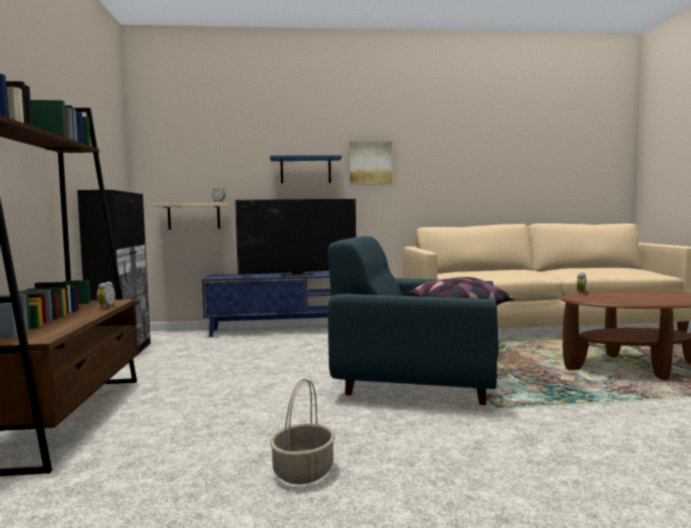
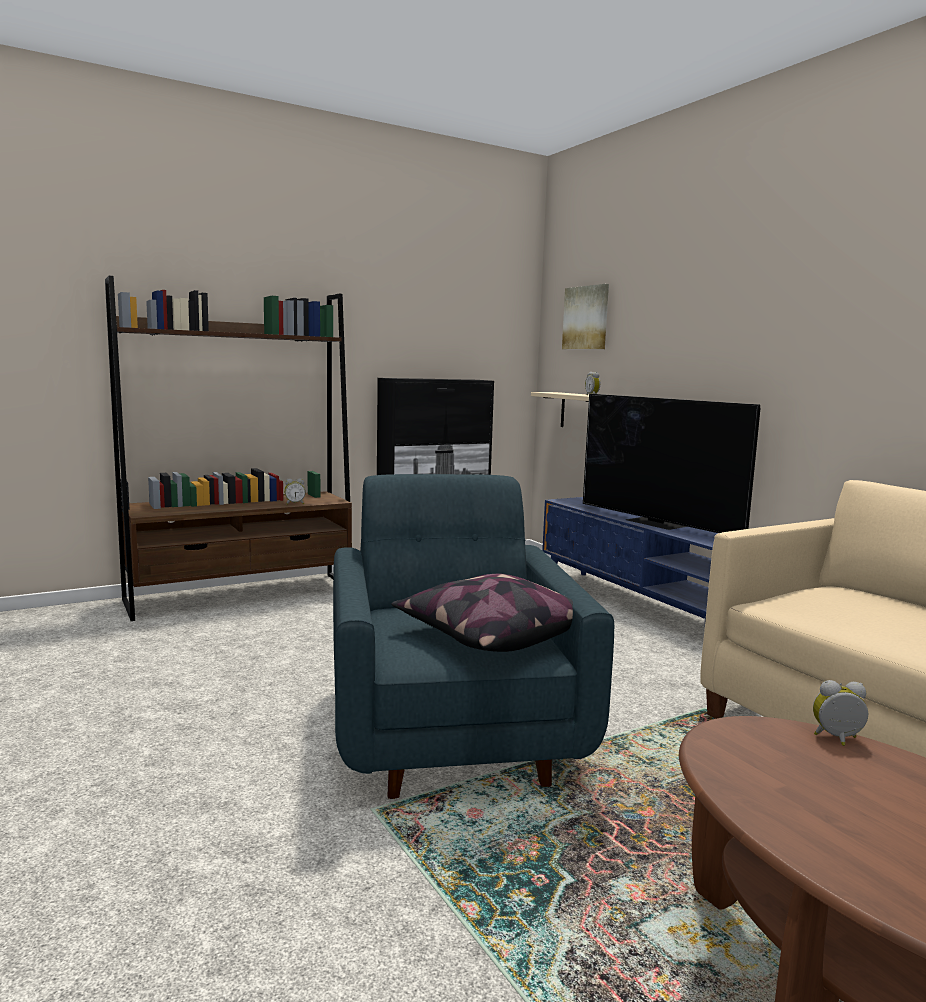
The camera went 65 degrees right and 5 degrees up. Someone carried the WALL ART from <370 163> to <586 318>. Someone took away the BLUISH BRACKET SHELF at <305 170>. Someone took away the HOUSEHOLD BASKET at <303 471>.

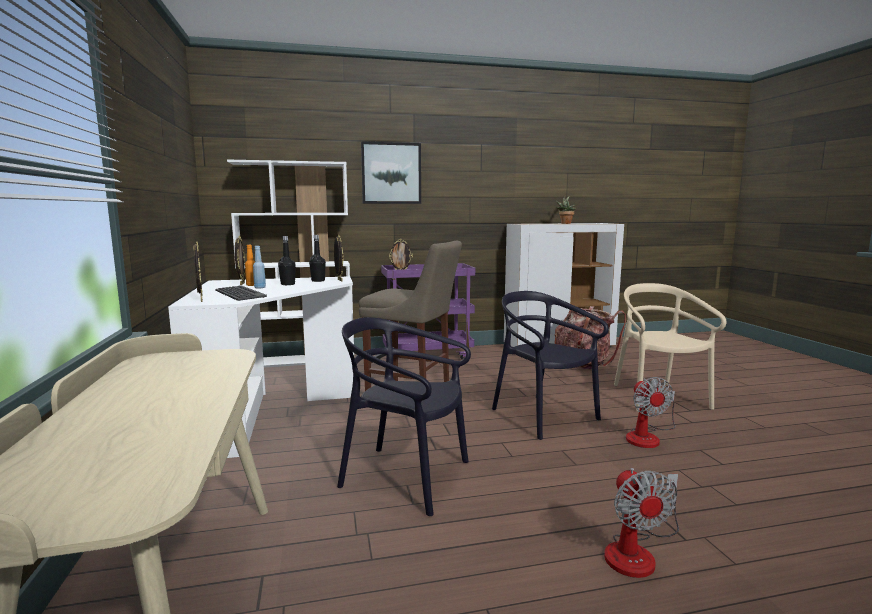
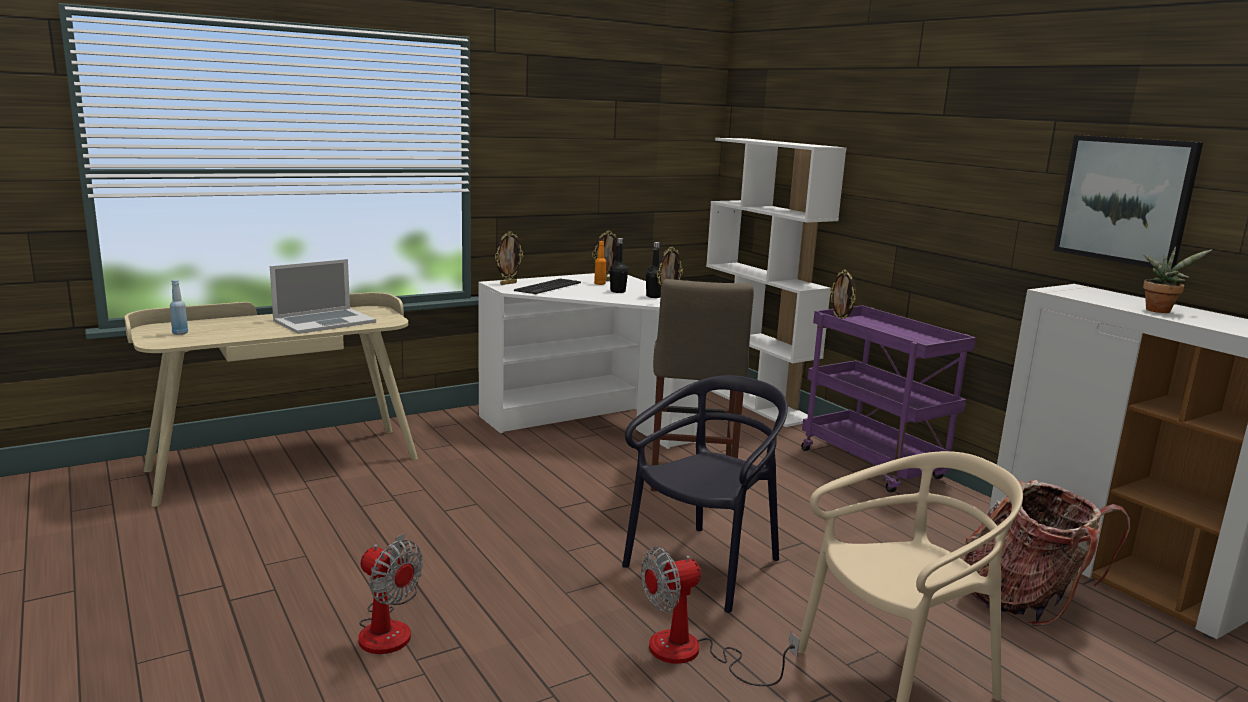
The camera went 70 degrees right and 5 degrees up. Someone carried the BLUISH DRINK BOTTLE from <260 287> to <180 333>. Someone put down the LAPTOP at <324 321>. Someone rotated the COOLING FAN at <637 551> by 120 degrees counterclockwise. Someone carried the WALL ART from <391 173> to <1125 200>. Someone took away the BLACKISH PLAIN CHAIR at <406 477>.

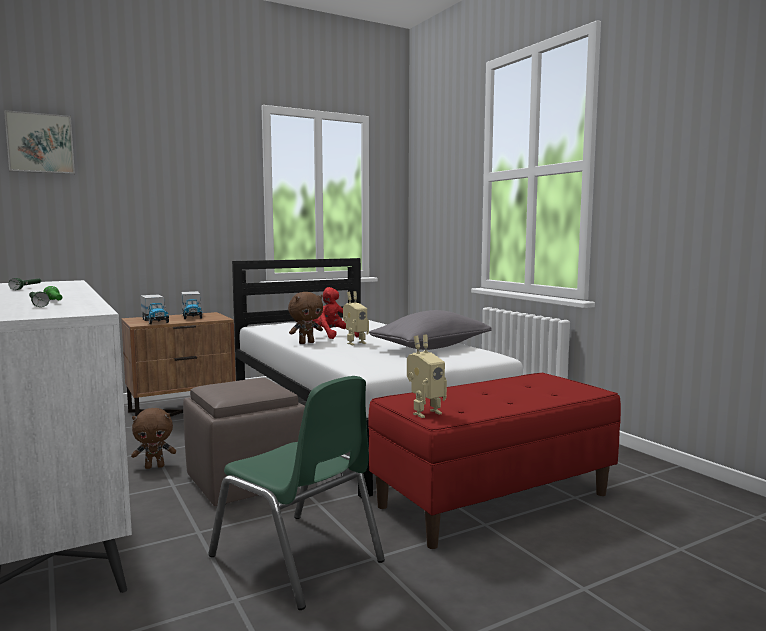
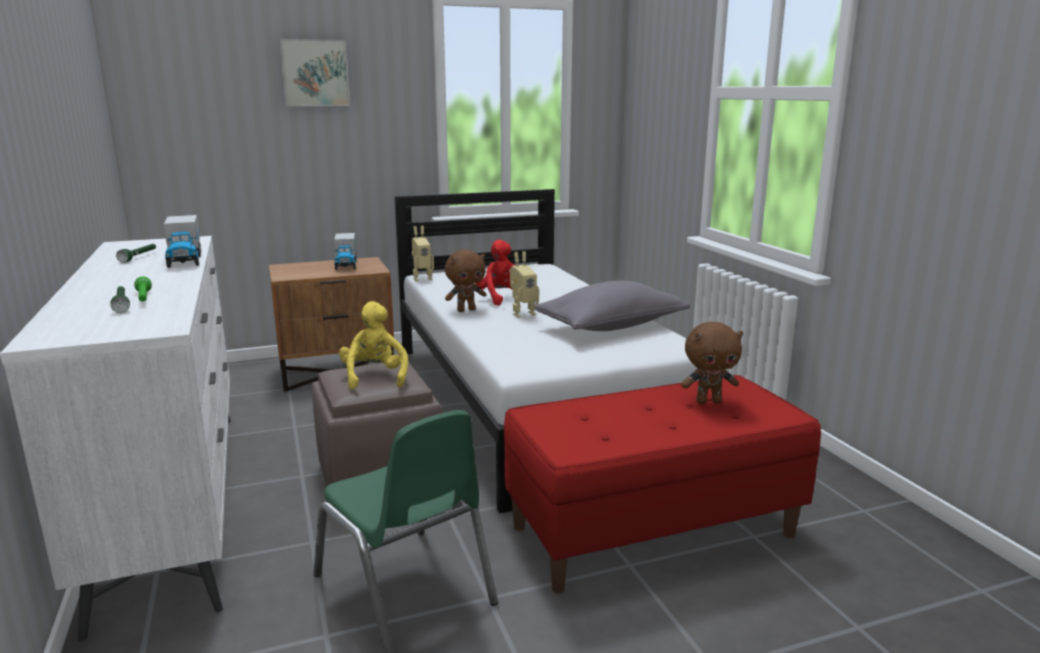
The camera went 10 degrees right and 10 degrees up. Someone carried the TOY LORRY from <155 321> to <185 260>. Someone carried the WALL ART from <40 143> to <315 73>. Someone put down the YELLOW-COLOURED CUDDLY TOY at <375 377>. Someone carried the MODEL ROBOT from <424 412> to <421 278>. Someone carried the BROWN-COLOURED CUDDLY TOY from <155 466> to <708 401>.

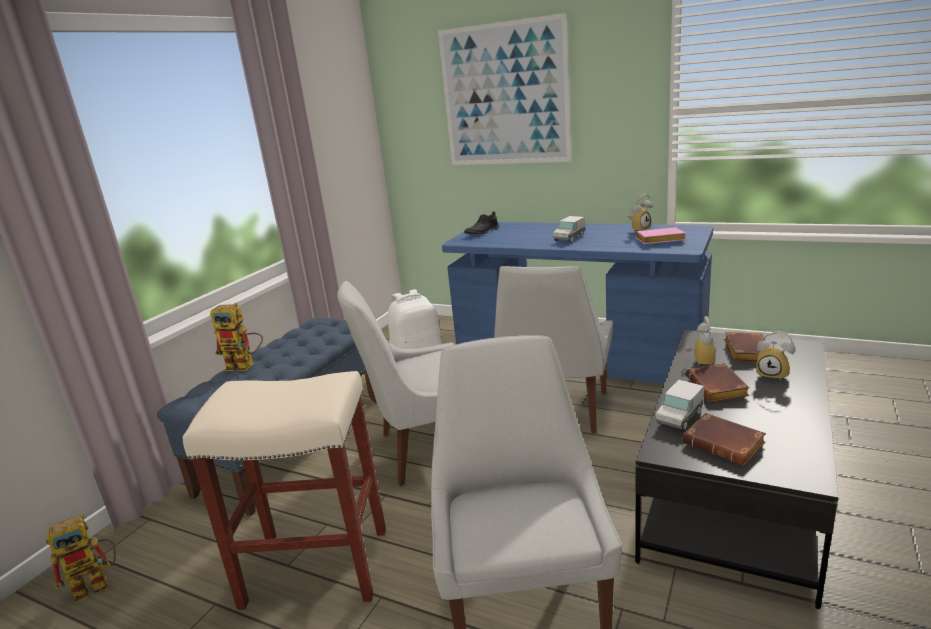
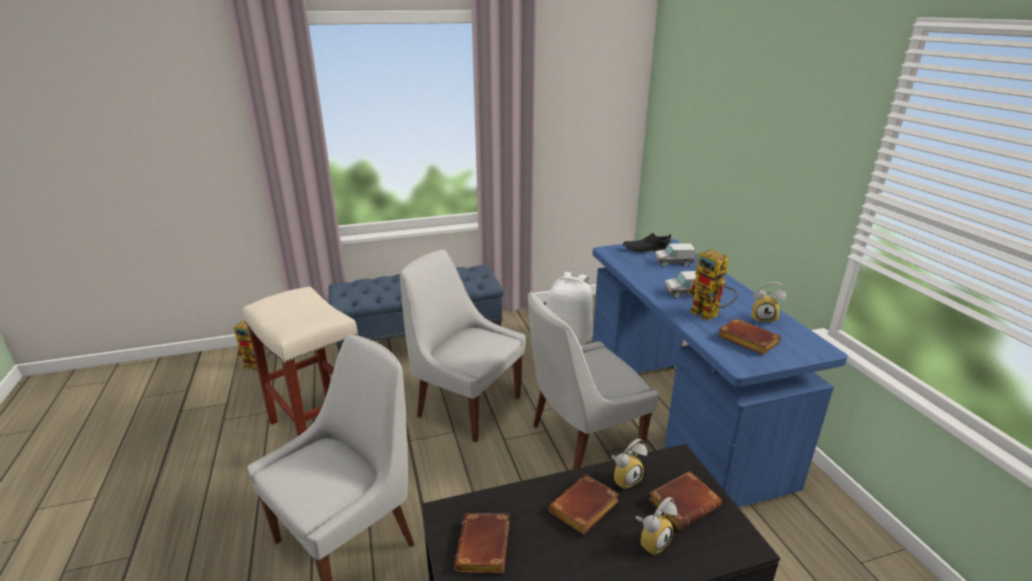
The camera went 45 degrees right and 5 degrees up. Someone rotated the BEDSIDE CLOCK at <773 375> by 120 degrees counterclockwise. Someone carried the TOY LORRY from <679 418> to <673 263>. Someone carried the MODEL ROBOT from <246 366> to <710 315>. Someone repainted the PINKISH BOOK at <659 240>, which became the BROWN-COLOURED BOOK at <745 341>. Someone took away the WALL ART at <504 95>.

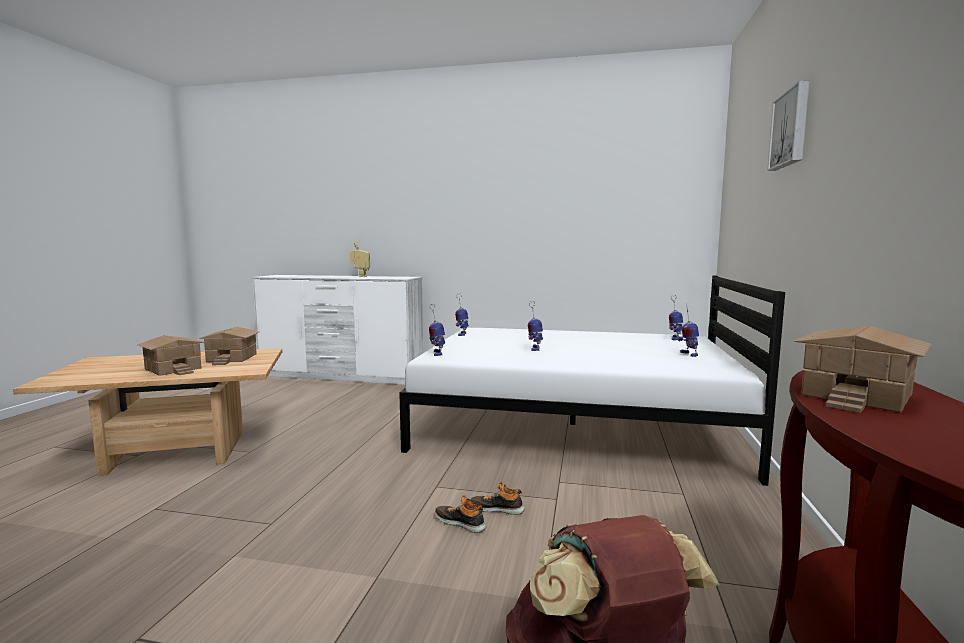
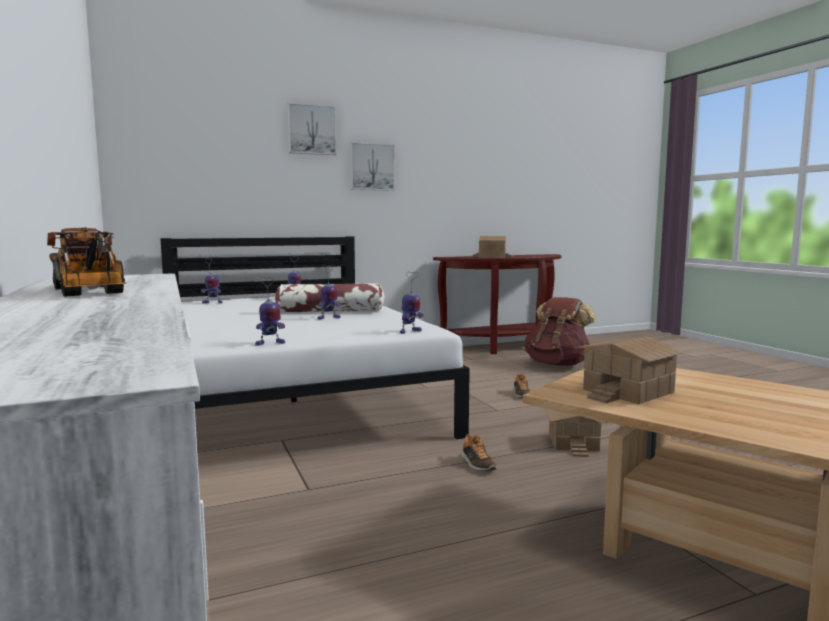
The camera went 125 degrees left and 0 degrees up. Someone swapped the MODEL ROBOT at <360 276> for the TOY LORRY at <89 292>. Someone put down the CUSHION at <330 311>. Someone put up the WALL ART at <371 167>. Someone carried the ITEM OF FOOTWEAR from <497 509> to <477 464>. Someone carried the MODEL HOUSE from <172 369> to <574 442>.

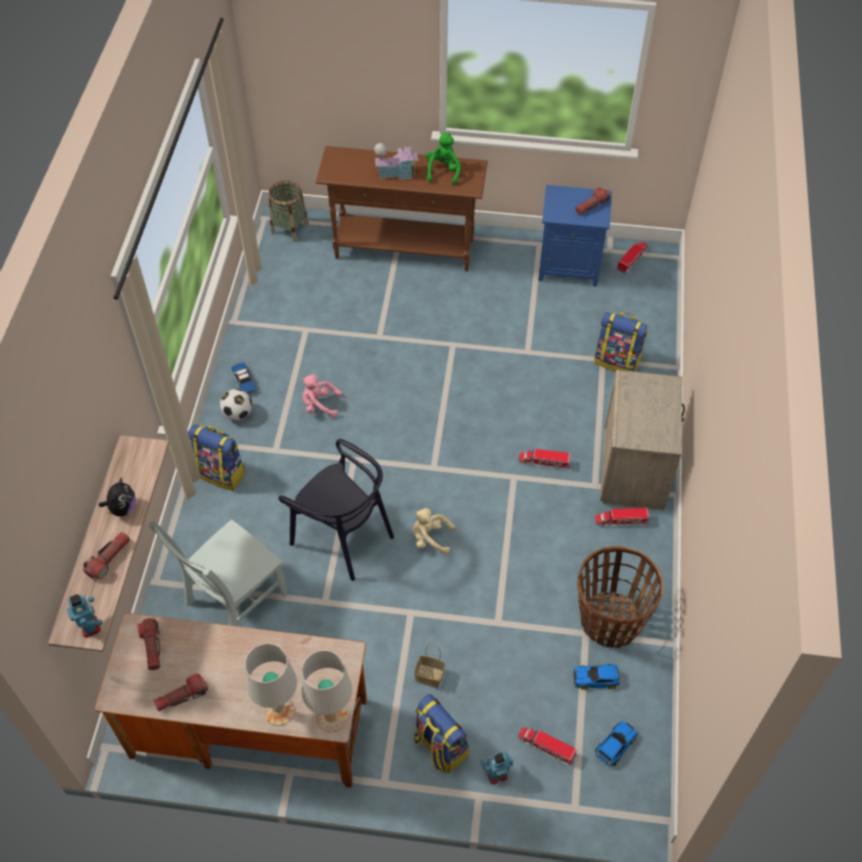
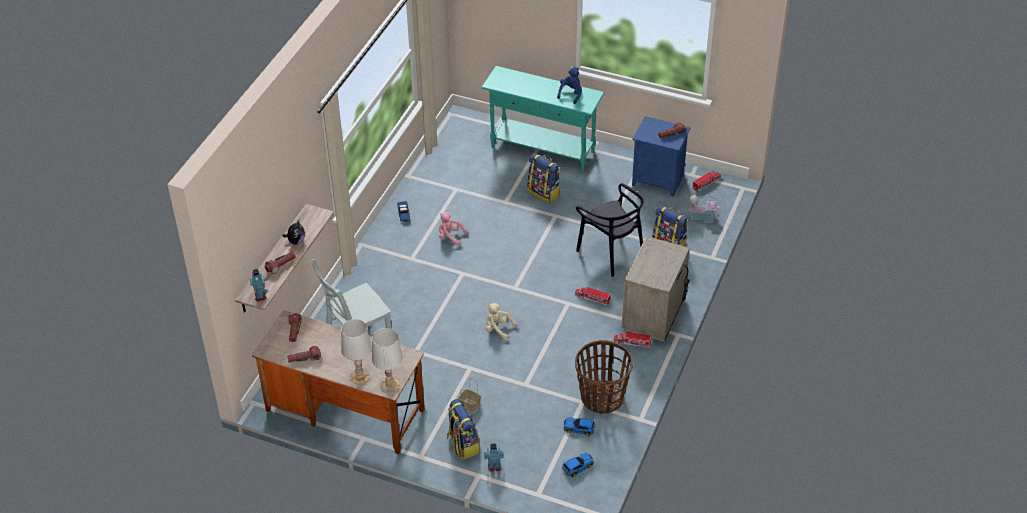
The camera went 15 degrees right and 10 degrees down. Someone repainted the BROWN-COLOURED HALL TABLE at <405 249>, which became the BLUE-GREEN HALL TABLE at <543 150>. Someone carried the KNAPSACK from <221 473> to <544 193>. Someone repainted the GREENISH CUDDLY TOY at <443 171>, which became the BLUISH CUDDLY TOY at <571 94>. Someone carried the BLACKISH PLAIN CHAIR from <343 537> to <611 253>. Someone carried the MODEL HOUSE from <396 173> to <703 217>. Someone took away the BALL FOR FOOTBALL at <238 414>. Someone took away the HOUSEHOLD BASKET at <290 228>. Someone took away the TOY LORRY at <546 747>.

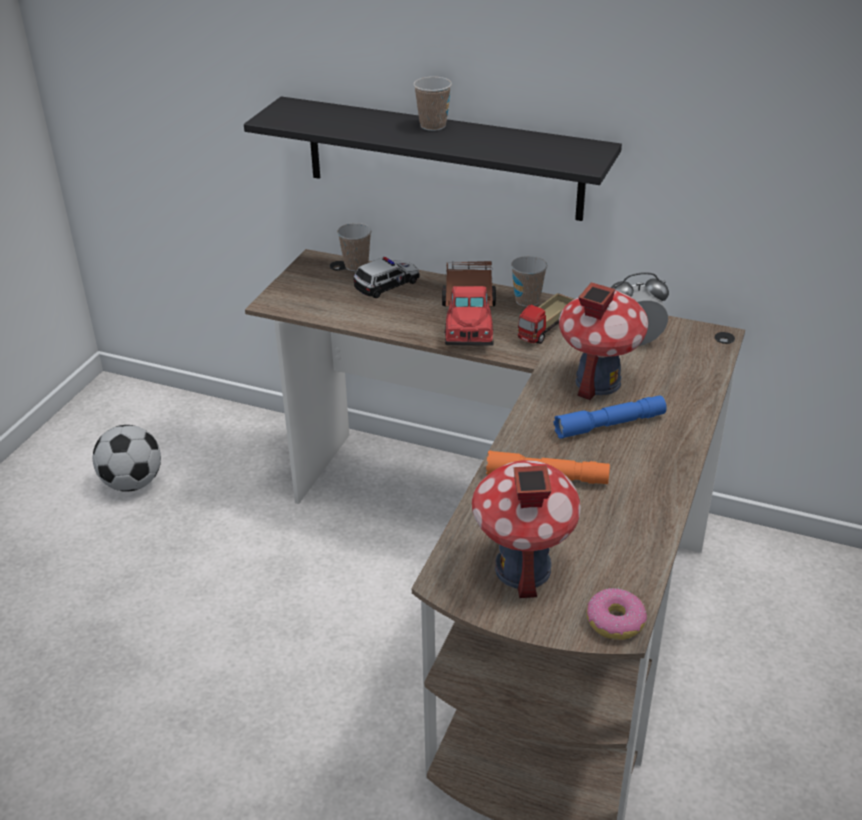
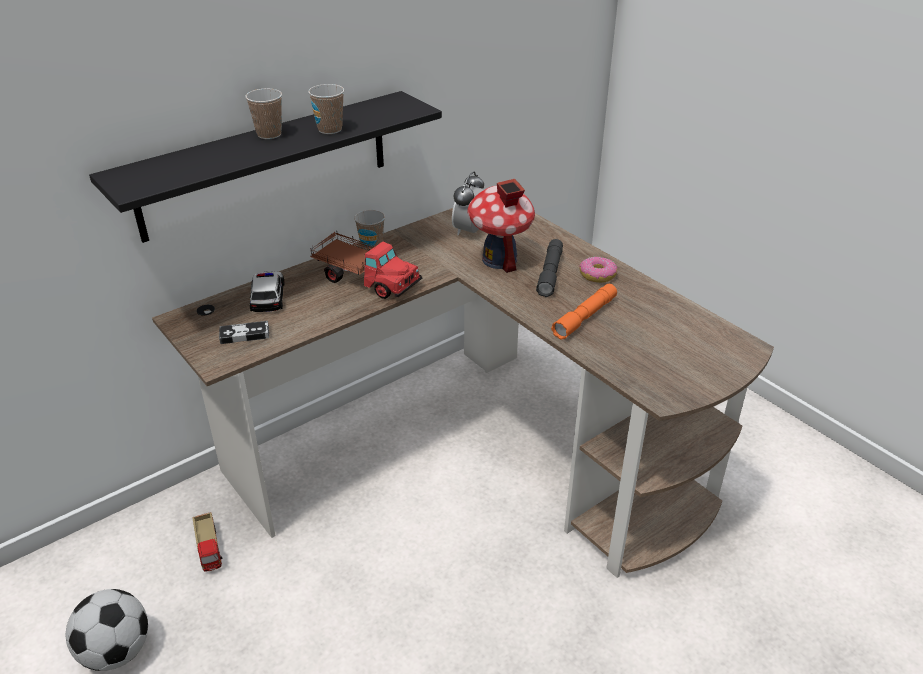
The camera went 60 degrees left and 0 degrees up. Someone carried the TOY LORRY from <546 330> to <210 549>. Someone put down the JOYPAD at <244 335>. Someone carried the DRINKING CUP from <356 266> to <330 129>. Someone repainted the BLUISH TORCH at <609 425>, which became the GRAY TORCH at <550 273>. Someone carried the RING DOUGHNUT from <615 622> to <597 275>. Someone took away the MODEL HOUSE at <522 569>.

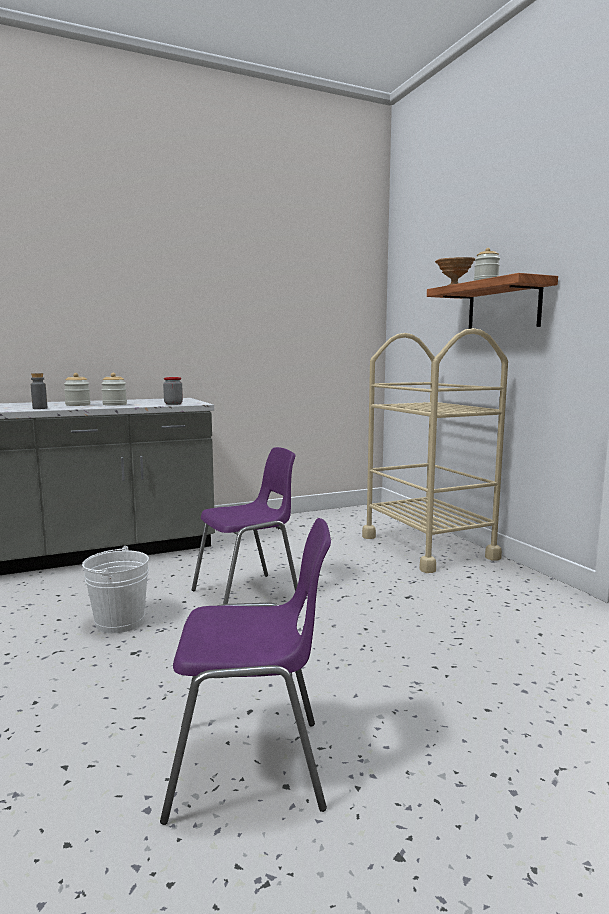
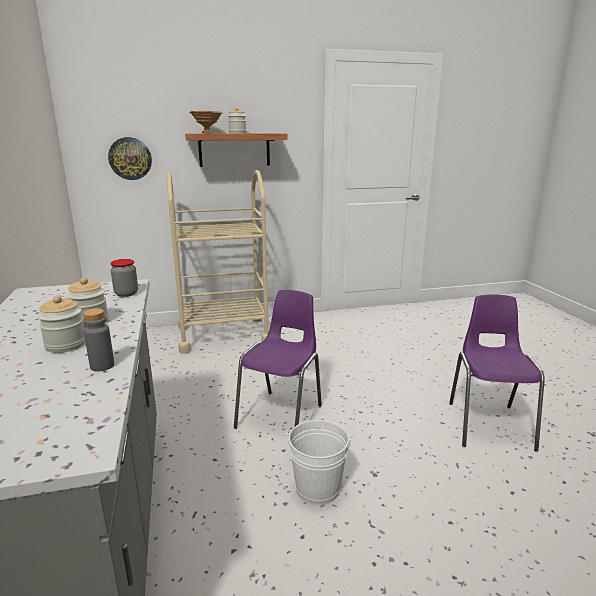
The camera went 80 degrees left and 10 degrees up. Someone put up the CLOCK ON THE WALL at <130 158>. Someone rotated the PURPLISH PLAIN CHAIR at <248 595> by 45 degrees clockwise.

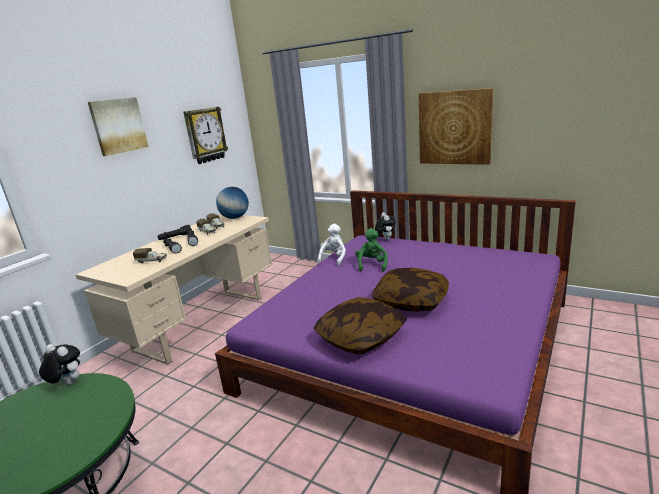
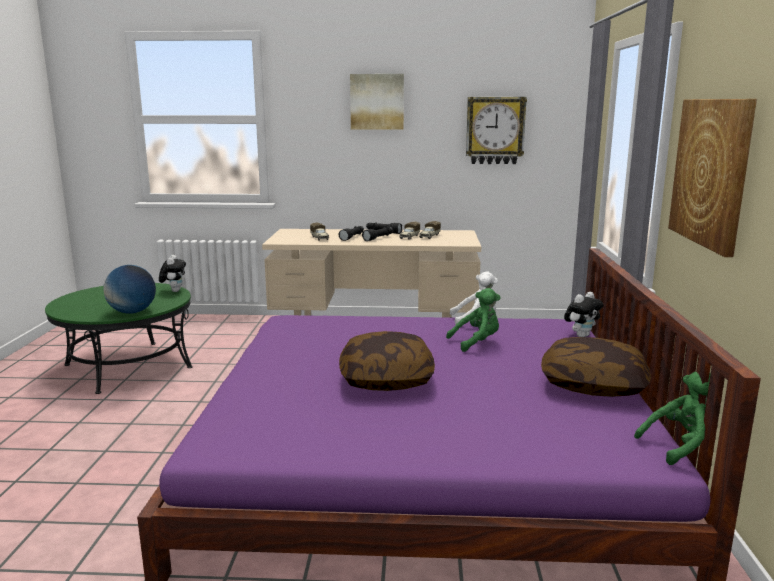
The camera went 60 degrees right and 5 degrees down. Someone carried the GLOBE from <235 217> to <132 312>. Someone carried the CUSHION from <360 337> to <593 384>. Someone put down the GREENISH CUDDLY TOY at <680 446>.

